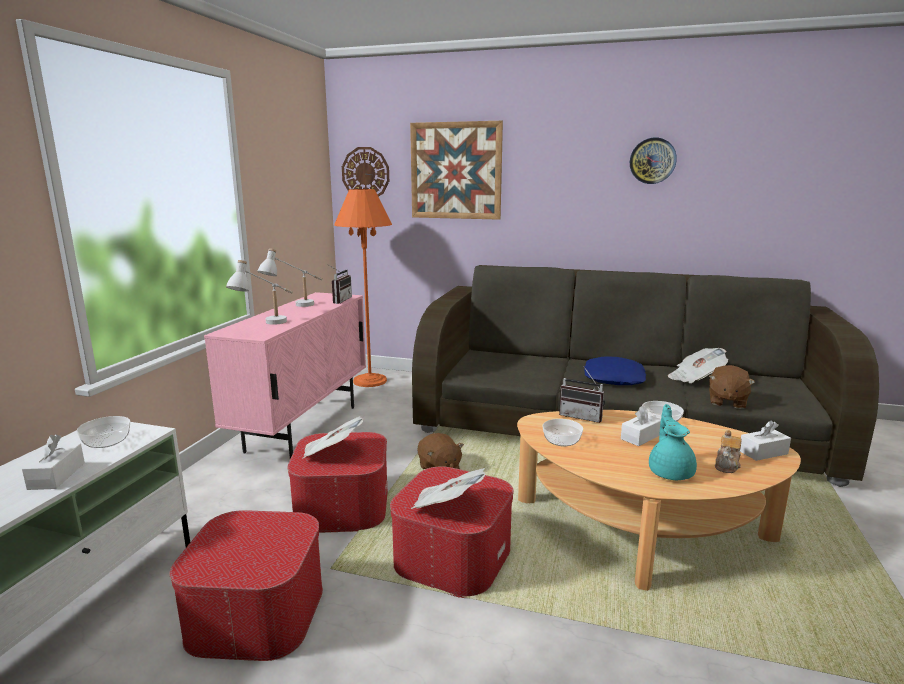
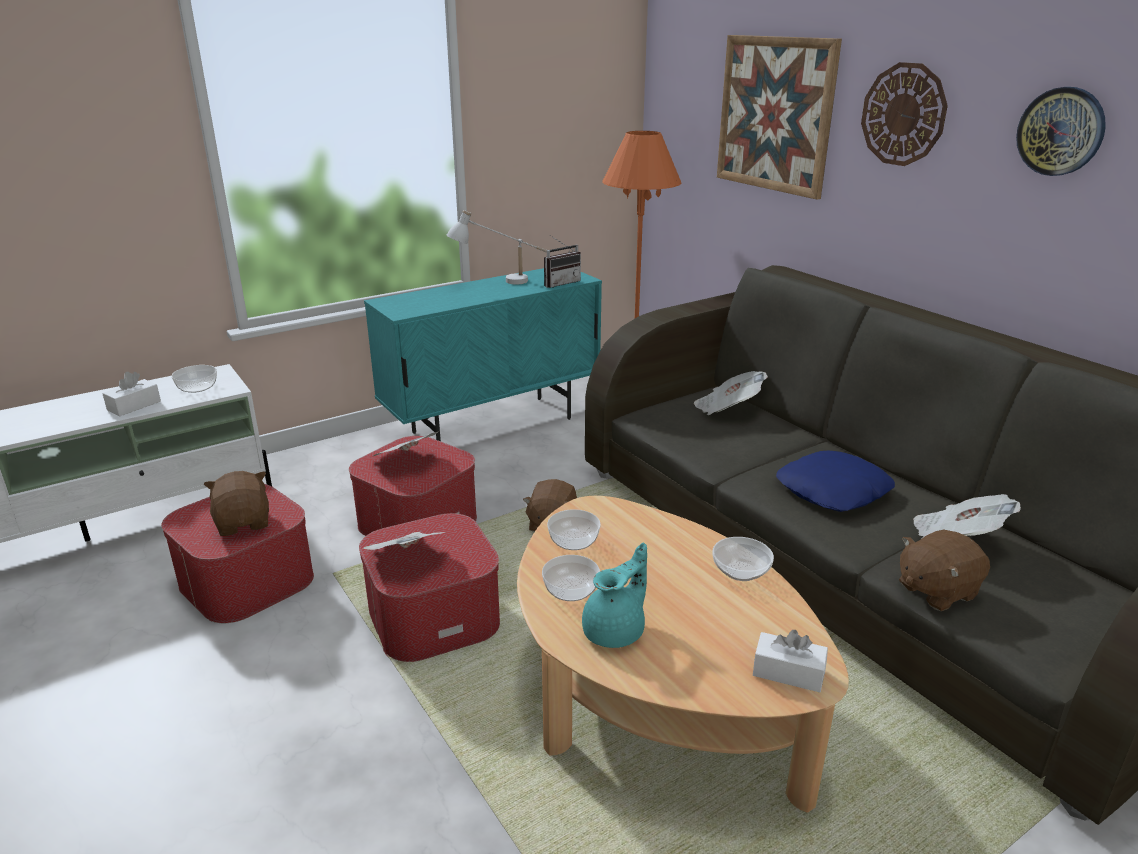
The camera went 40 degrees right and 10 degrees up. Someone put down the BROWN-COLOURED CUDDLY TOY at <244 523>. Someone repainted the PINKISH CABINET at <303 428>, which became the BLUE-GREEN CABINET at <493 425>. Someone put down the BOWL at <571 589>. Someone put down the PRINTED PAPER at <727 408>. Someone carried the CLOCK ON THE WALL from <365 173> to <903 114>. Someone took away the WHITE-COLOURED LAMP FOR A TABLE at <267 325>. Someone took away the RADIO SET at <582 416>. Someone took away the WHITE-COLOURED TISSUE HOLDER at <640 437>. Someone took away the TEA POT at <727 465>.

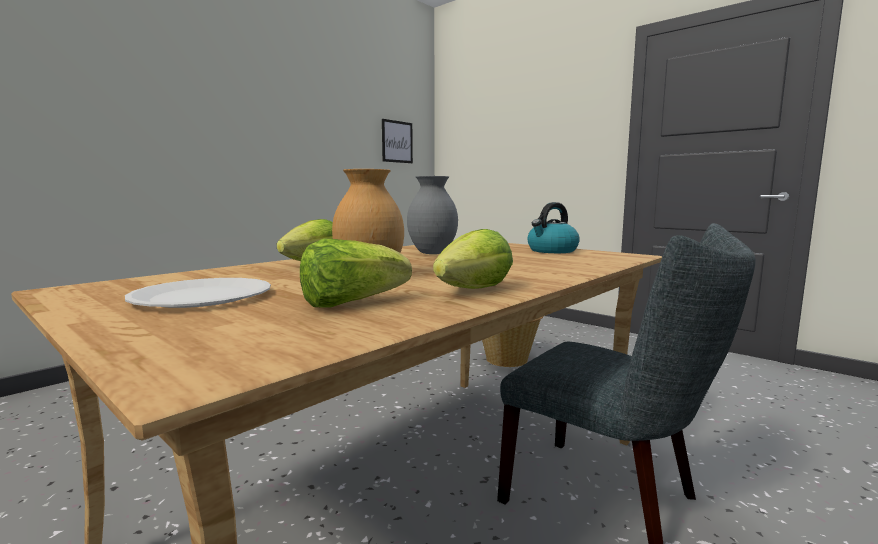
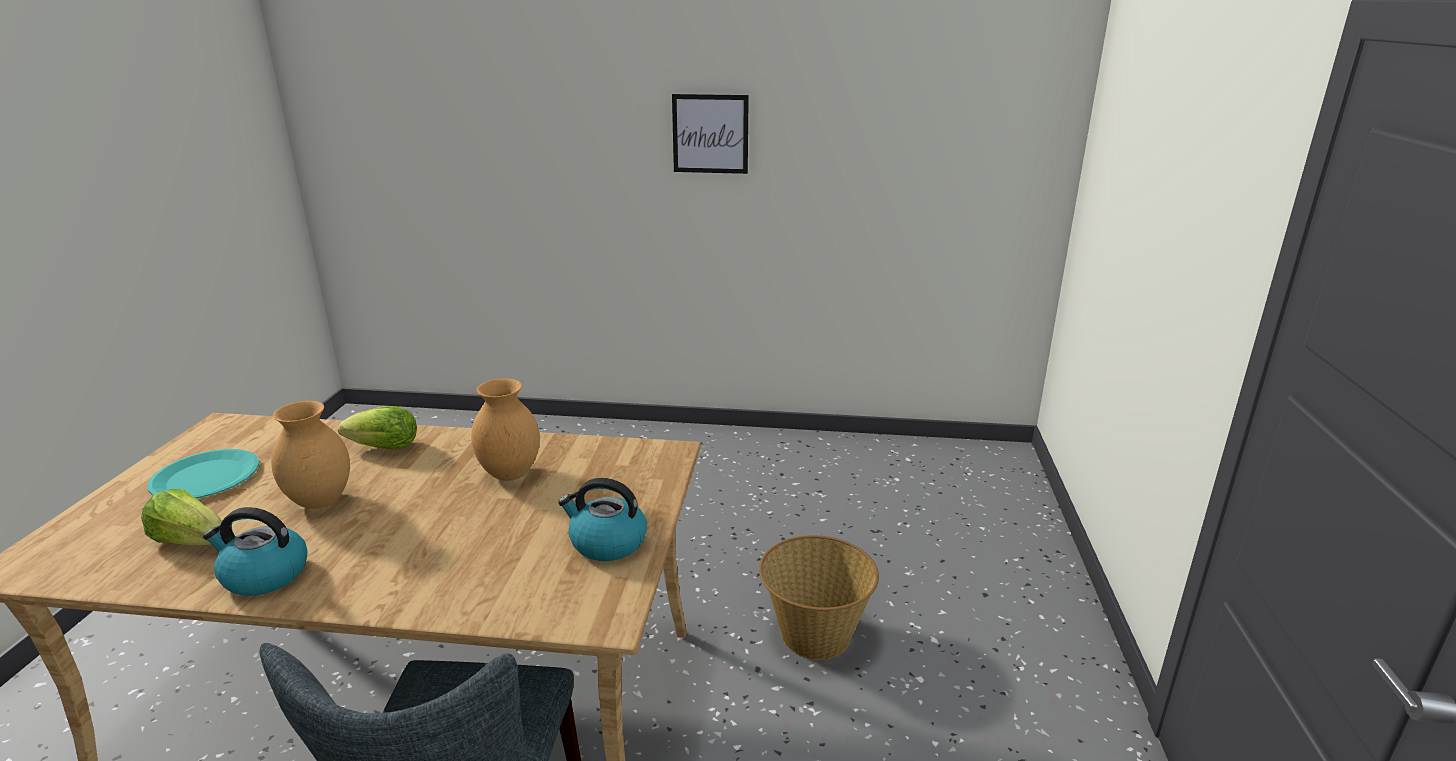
The camera went 55 degrees right and 15 degrees up. Someone repainted the WHITE-COLOURED DINNER PLATE at <202 296>, which became the BLUE-GREEN DINNER PLATE at <205 477>. Someone swapped the LETTUCE HEAD at <474 290> for the WATER KETTLE at <264 575>. Someone repainted the GRAY FLOWER VASE at <431 253>, which became the BROWN-COLOURED FLOWER VASE at <510 473>. Someone carried the WALL ART from <397 141> to <710 134>.

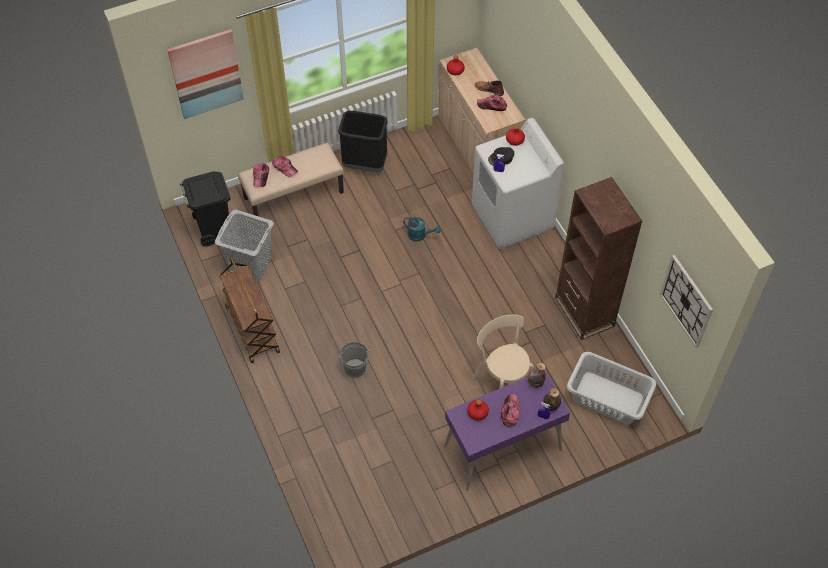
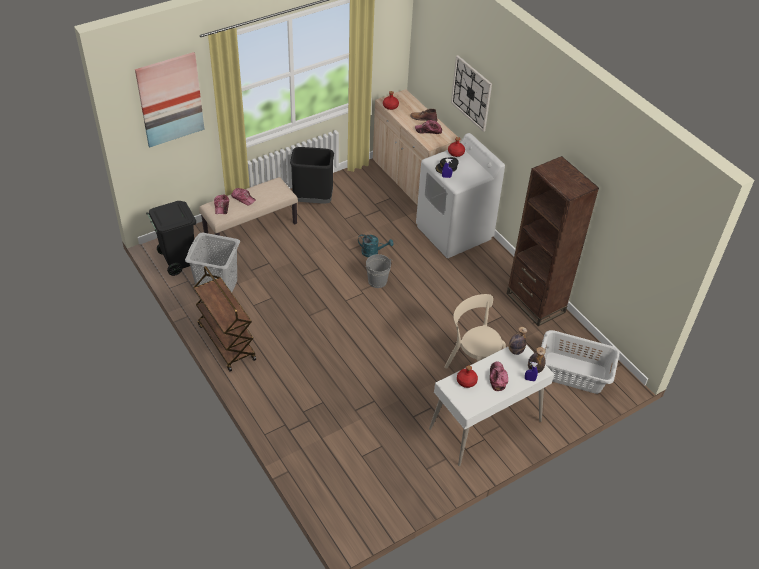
The camera went 10 degrees left and 10 degrees down. Someone carried the GRAY PAIL from <355 368> to <377 281>. Someone repainted the PURPLISH DESK at <502 448>, which became the WHITE-COLOURED DESK at <485 425>. Someone carried the CLOCK ON THE WALL from <686 301> to <471 93>.

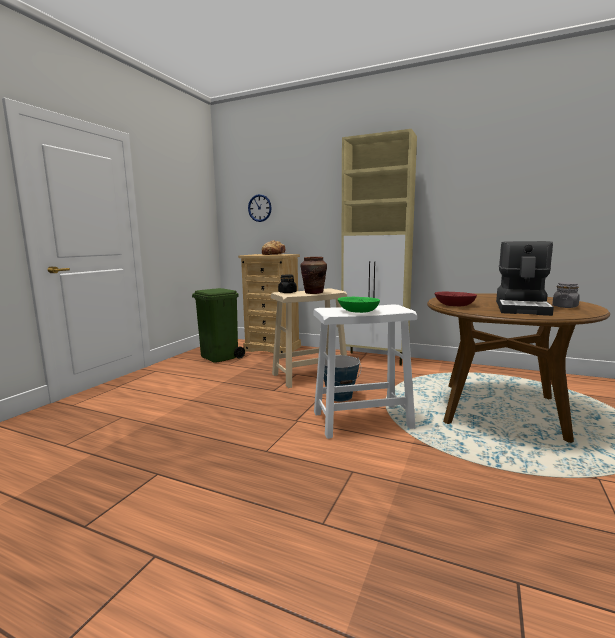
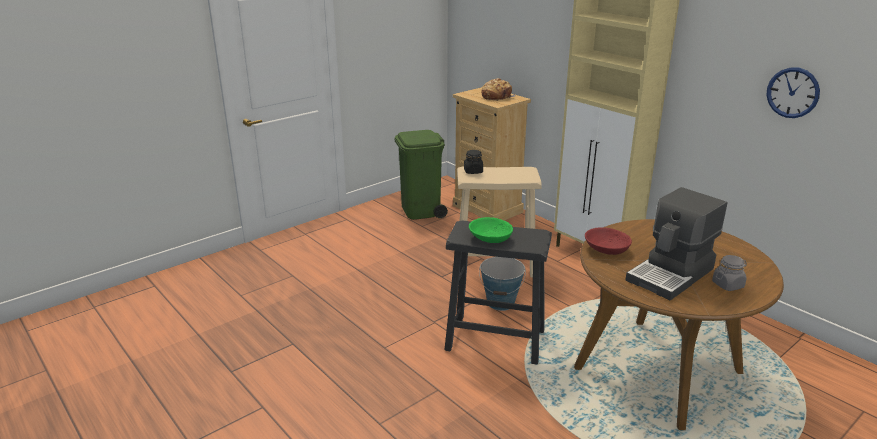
The camera went 25 degrees right and 15 degrees up. Someone repainted the WHITE-COLOURED STOOL at <362 420>, which became the BLACKISH STOOL at <496 340>. Someone carried the CLOCK ON THE WALL from <259 208> to <792 92>. Someone took away the BROWN-COLOURED FLOWER VASE at <314 292>.

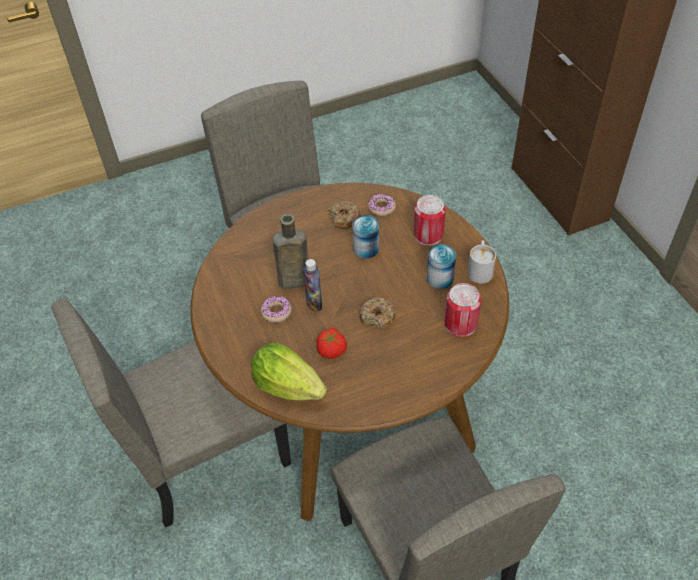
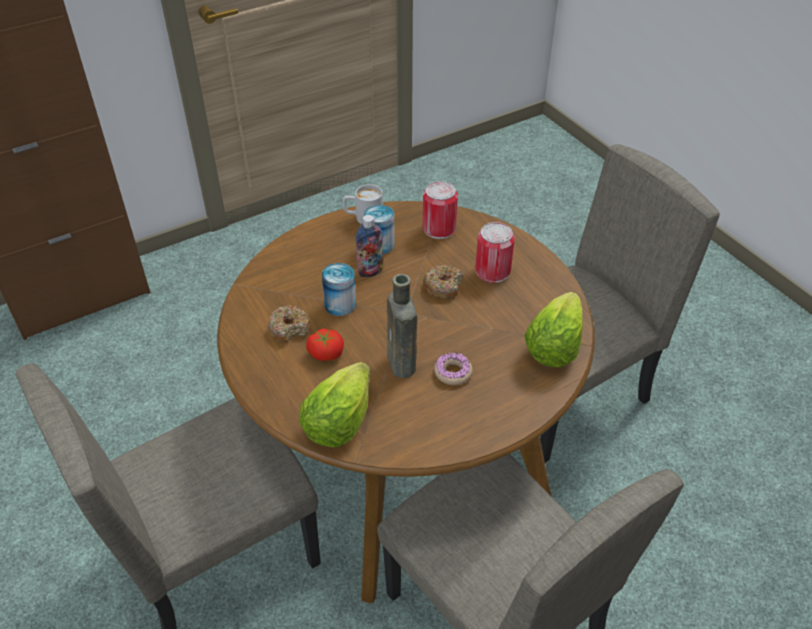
The camera went 100 degrees left and 5 degrees down. Someone put down the LETTUCE HEAD at <338 422>. Someone carried the FRESH TOMATO from <332 349> to <326 352>. Someone carried the DRINK BOTTLE from <314 303> to <370 271>. Someone carried the SEALED CAN from <428 235> to <492 271>. Someone took away the RING DOUGHNUT at <381 208>.

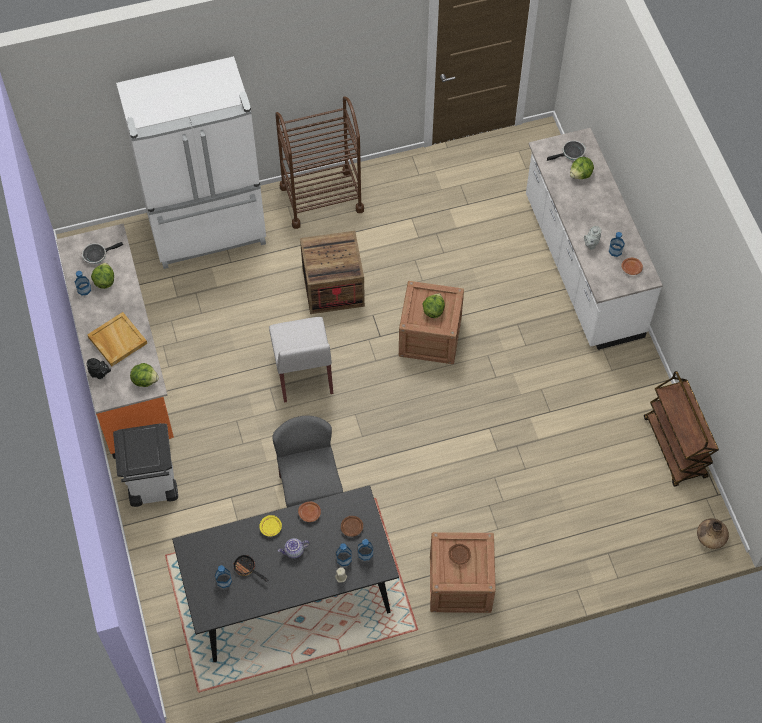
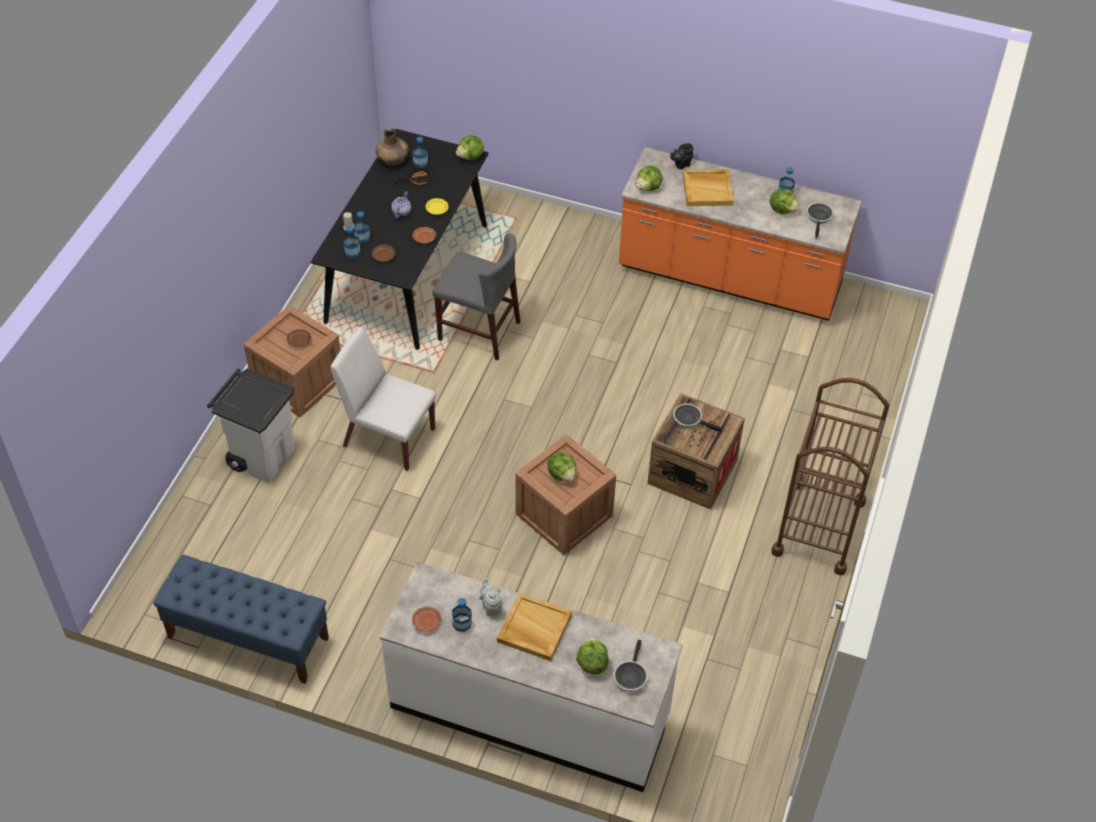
The camera went 125 degrees right and 10 degrees down. Someone swapped the BROWN-COLOURED CART at <675 448> for the BLUISH BENCH at <247 637>. Someone carried the WHITE-COLOURED TRASH CAN from <152 487> to <262 456>. Someone carried the WHITE-COLOURED PLAIN CHAIR from <303 373> to <388 437>. Someone carried the BROWN-COLOURED FLOWER VASE from <710 538> to <393 161>. Someone put down the LETTUCE HEAD at <470 157>. Someone put down the SAND-COLOURED SERVING TRAY at <533 628>. Someone put down the FRYING PAN at <690 419>. Someone took away the WHITE-COLOURED FRIDGE at <208 231>.

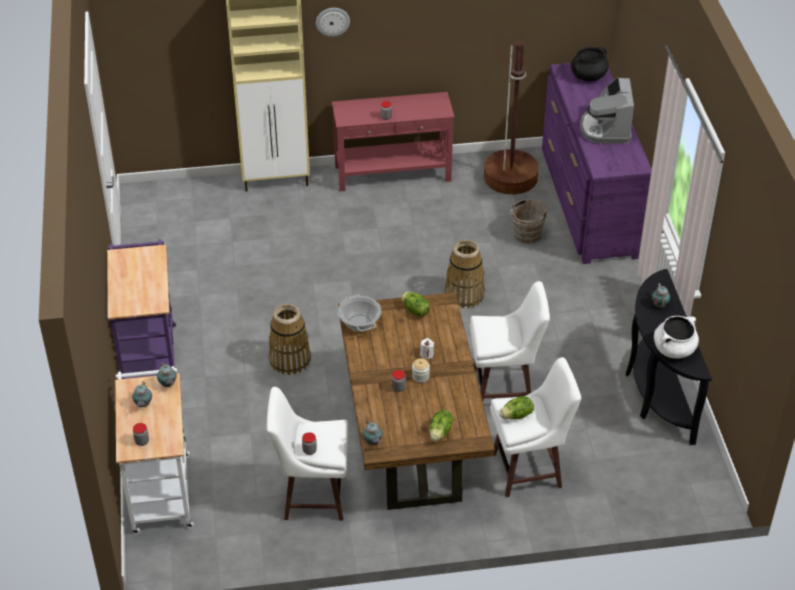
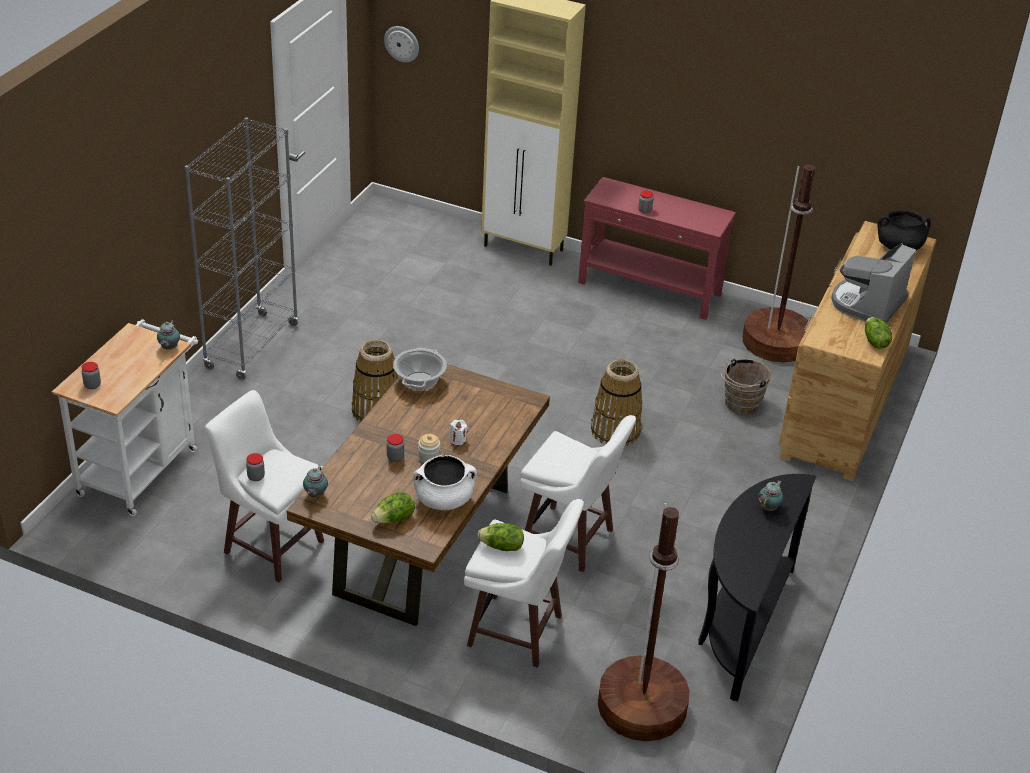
The camera went 30 degrees right and 5 degrees down. Someone swapped the PURPLISH CART at <149 353> for the GRAY SHELVING UNIT at <252 346>. Someone carried the CLOCK ON THE WALL from <332 21> to <402 43>. Someone carried the WHITE-COLOURED STOCKPOT from <674 349> to <444 499>. Someone put down the BROWN-COLOURED STANDARD LAMP at <642 706>. Someone repainted the PURPLISH DRAWER CHEST at <588 202>, which became the BROWN-COLOURED DRAWER CHEST at <844 400>. Someone carried the LETTUCE HEAD from <415 311> to <874 342>. Someone took away the TEA POT at <143 405>.

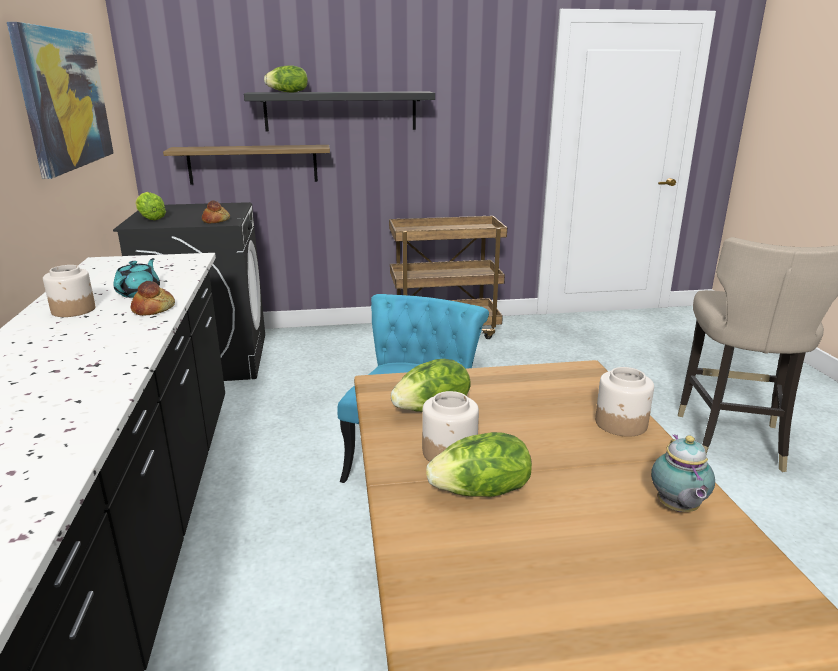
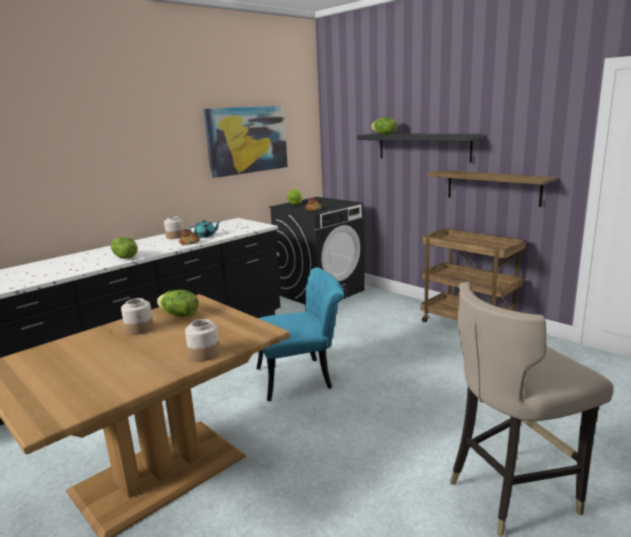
The camera went 55 degrees right and 5 degrees down. Someone carried the LETTUCE HEAD from <481 491> to <124 257>. Someone carried the BRACKET SHELF from <253 164> to <492 187>. Someone took away the TEA POT at <677 509>.

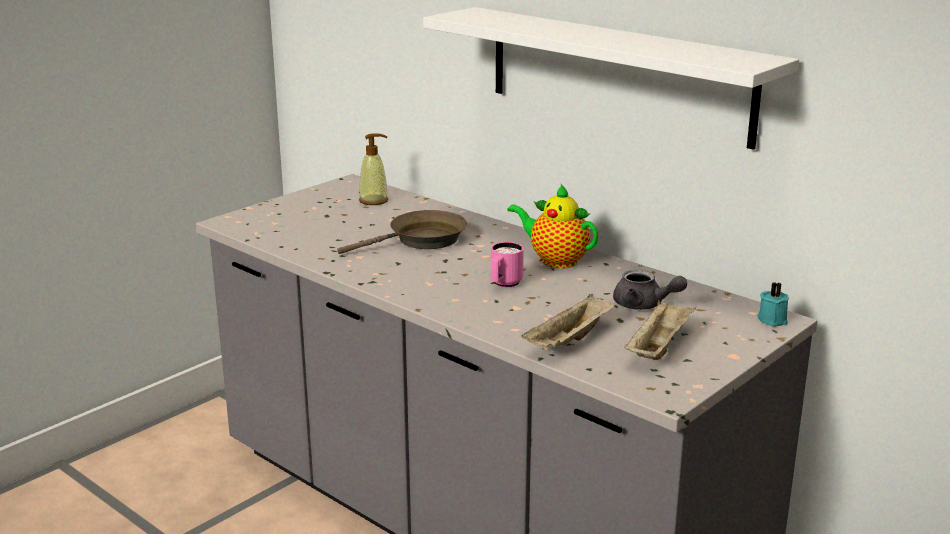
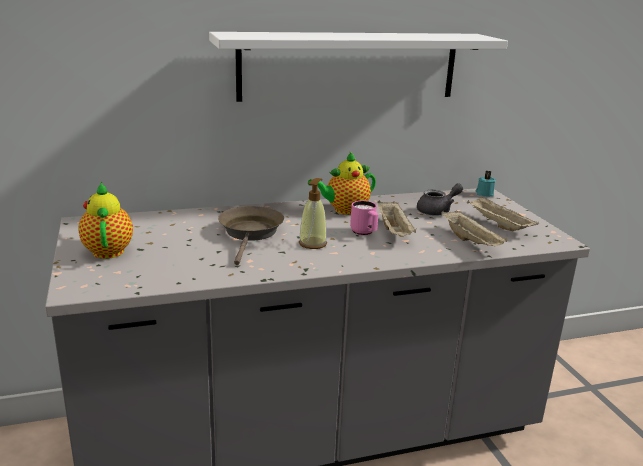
The camera went 60 degrees left and 0 degrees up. Someone put down the TEA POT at <108 250>. Someone carried the SOAP BOTTLE from <374 201> to <313 243>. Someone put down the SAND-COLOURED SERVING TRAY at <394 231>.

